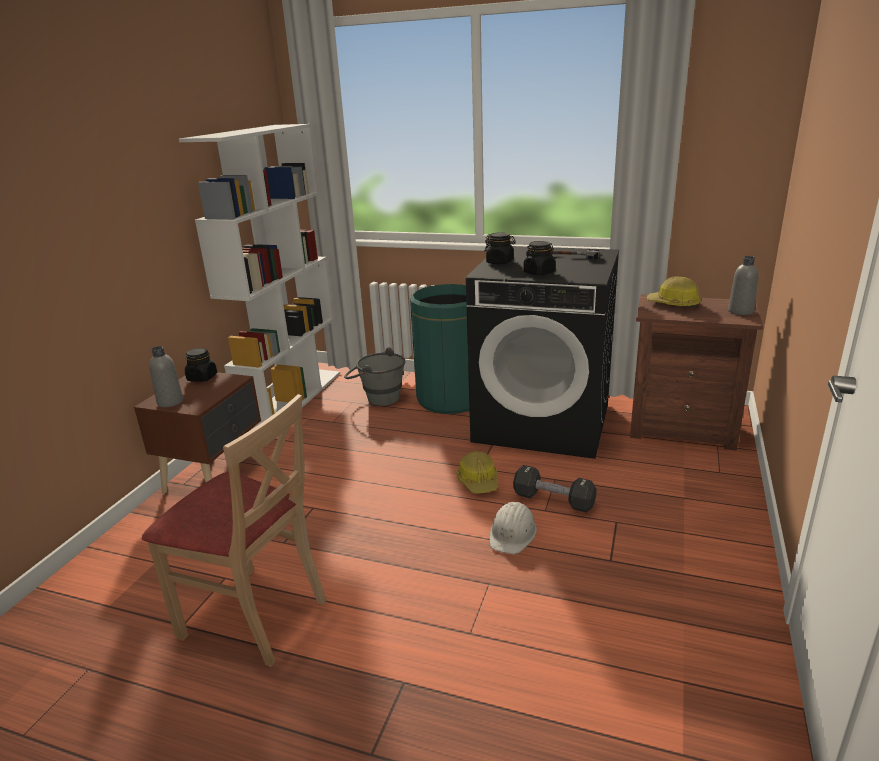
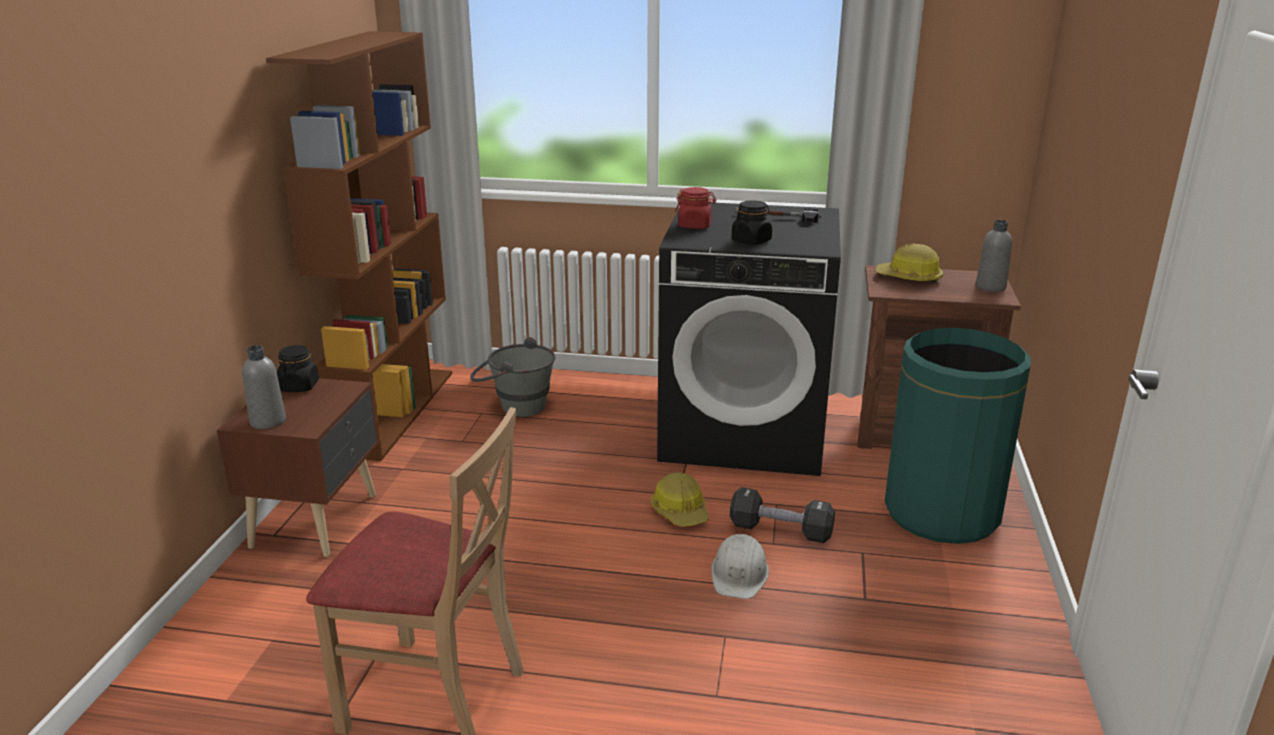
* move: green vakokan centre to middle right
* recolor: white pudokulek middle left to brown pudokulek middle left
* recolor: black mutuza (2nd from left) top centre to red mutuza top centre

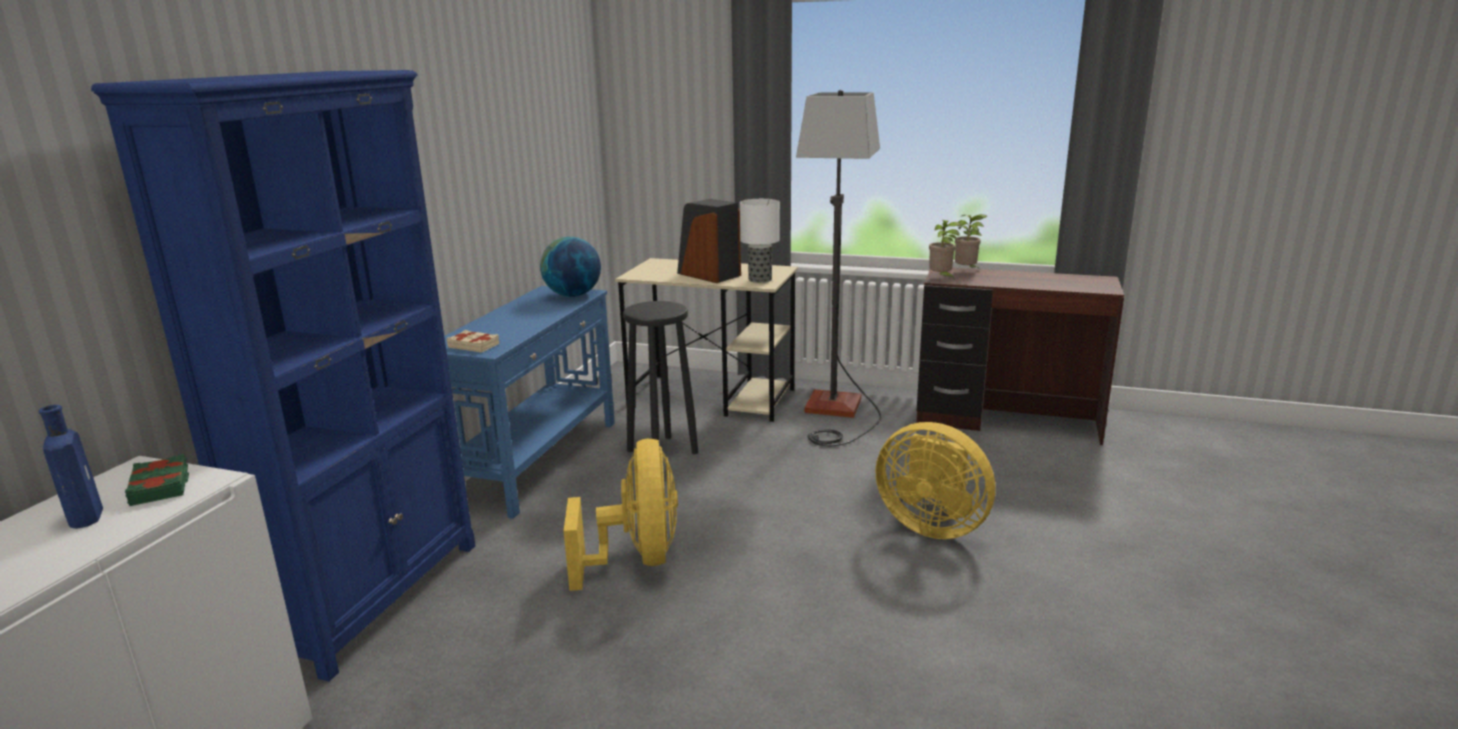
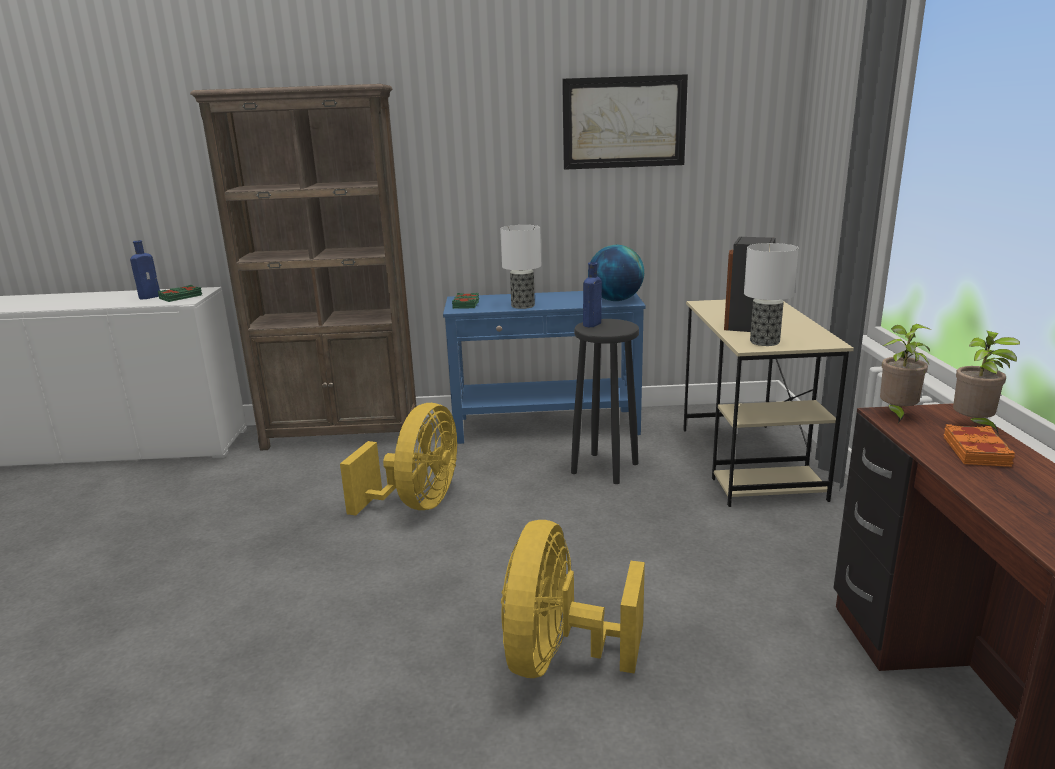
* delete: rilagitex centre
* insert: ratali (1st from left) centre
* insert: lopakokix top centre
* insert: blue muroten (2nd from left) centre
* insert: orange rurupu middle right
* recolor: blue pudokulek middle left to brown pudokulek middle left
* recolor: beige rurupu middle left to green rurupu (2nd from left) centre
* rotate: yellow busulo (1st from left) bottom centre = centre 45 degrees counterclockwise

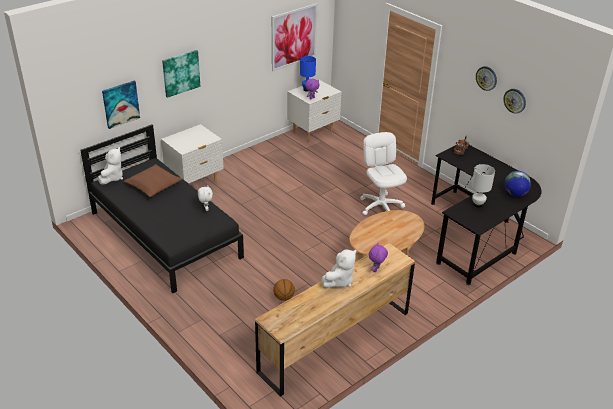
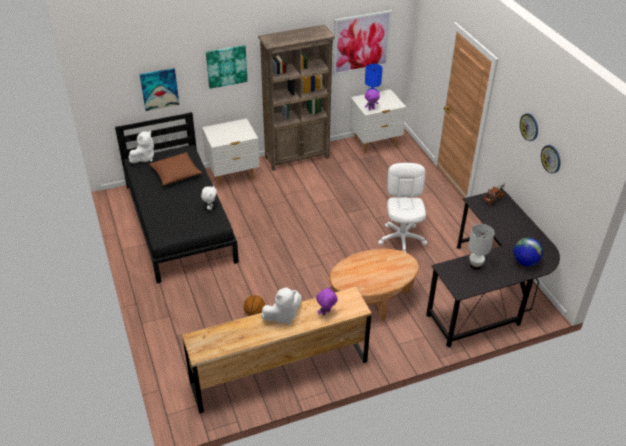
* insert: brown pudokulek top centre

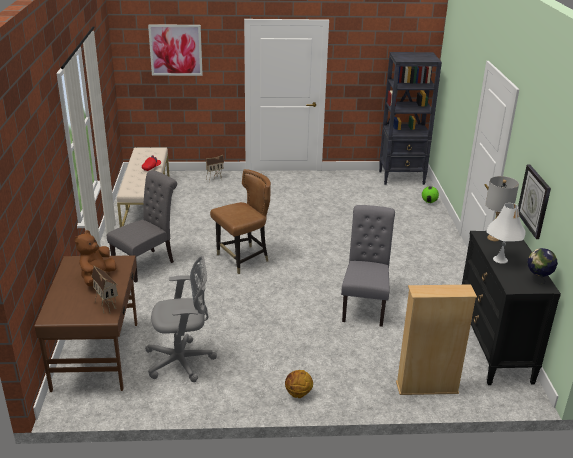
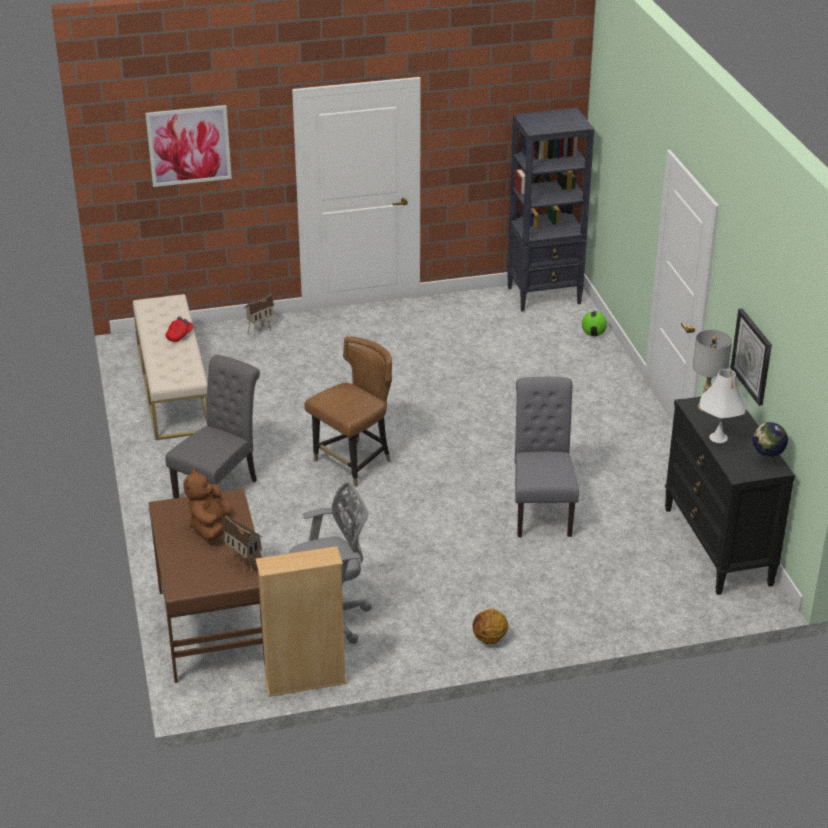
* move: beige pudokulek bottom right to bottom centre

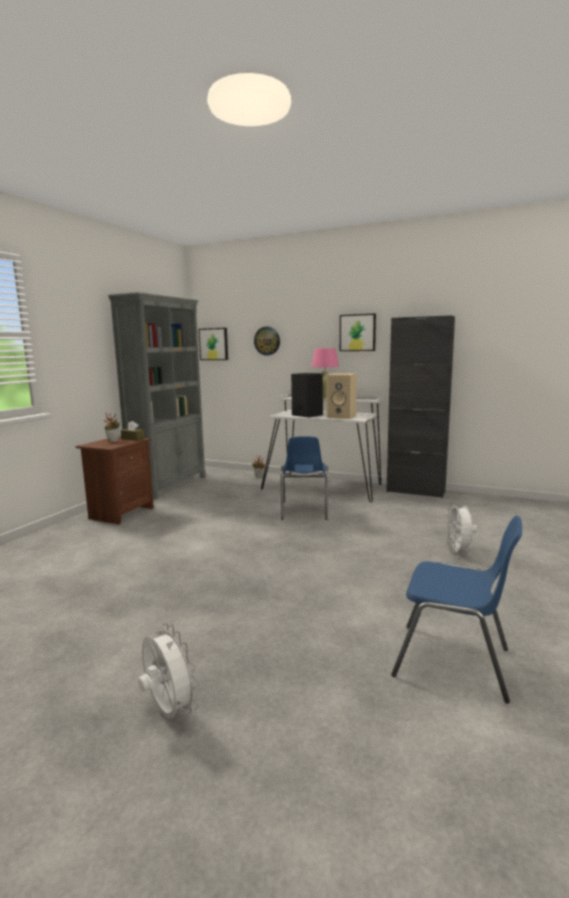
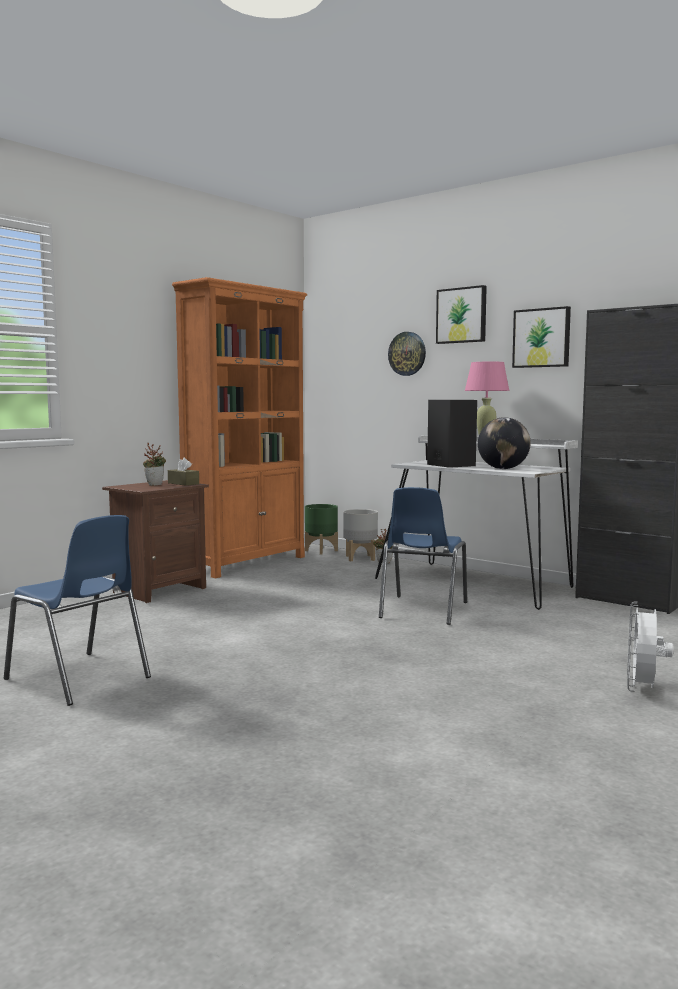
* delete: white busulo (1st from left) bottom left
* insert: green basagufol centre
* insert: grey basagufol centre
* move: lopakokix (1st from left) centre to top right
* move: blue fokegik (2nd from left in the first image) bottom right to blue fokegik (1st from left) middle left
* replace: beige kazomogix centre to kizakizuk middle right
* recolor: grey pudokulek middle left to orange pudokulek centre

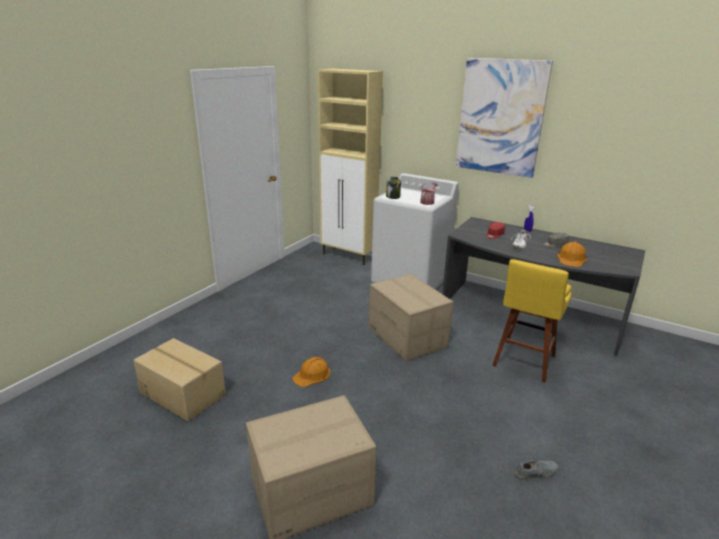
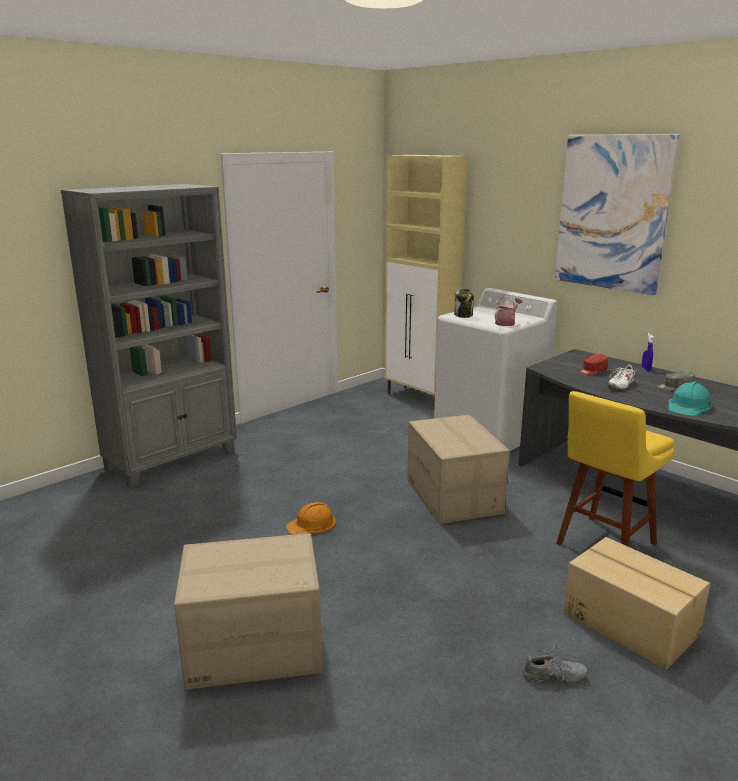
* insert: grey pudokulek middle left
* move: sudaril (1st from left in the first image) bottom left to sudaril (3rd from left) bottom right
* recolor: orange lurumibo (2nd from left) middle right to turquoise lurumibo middle right

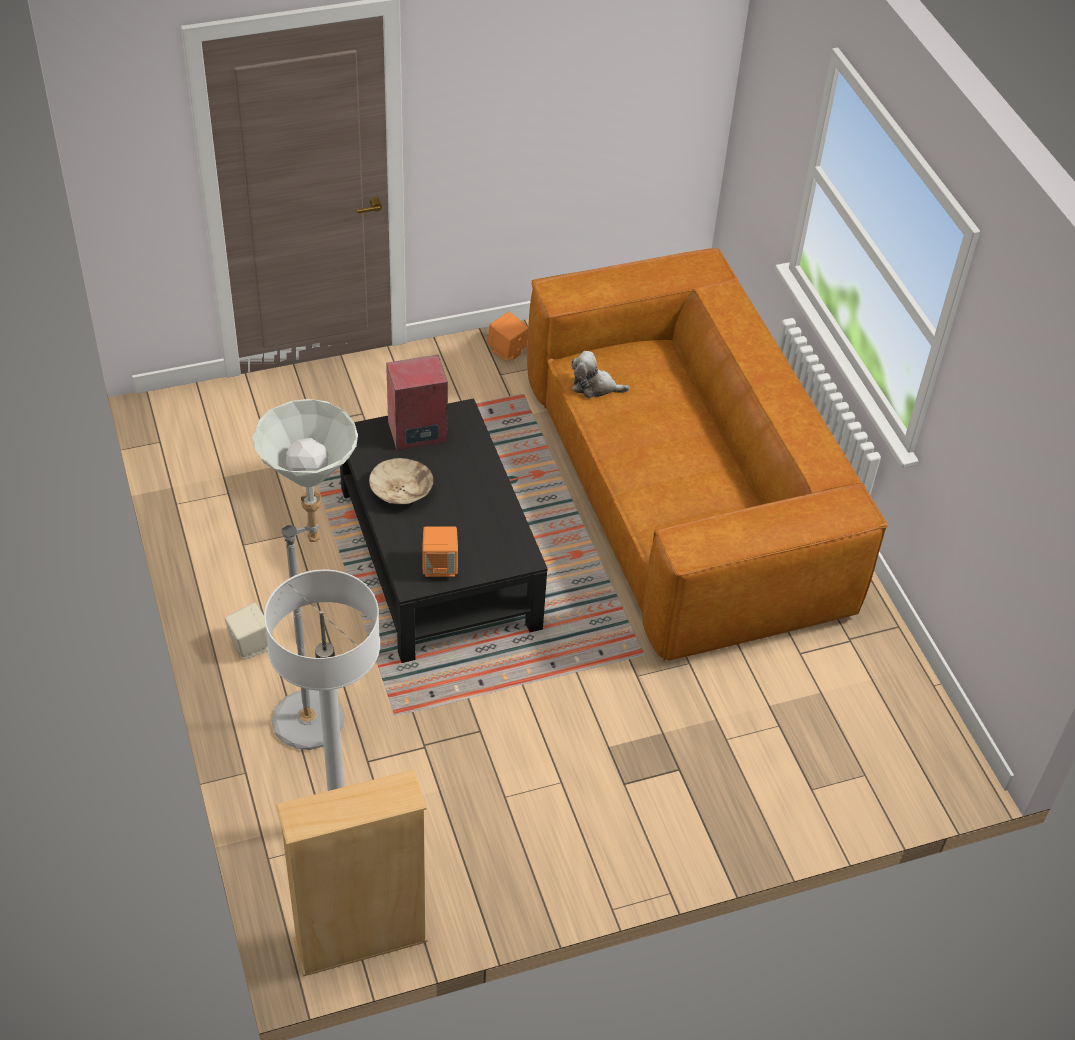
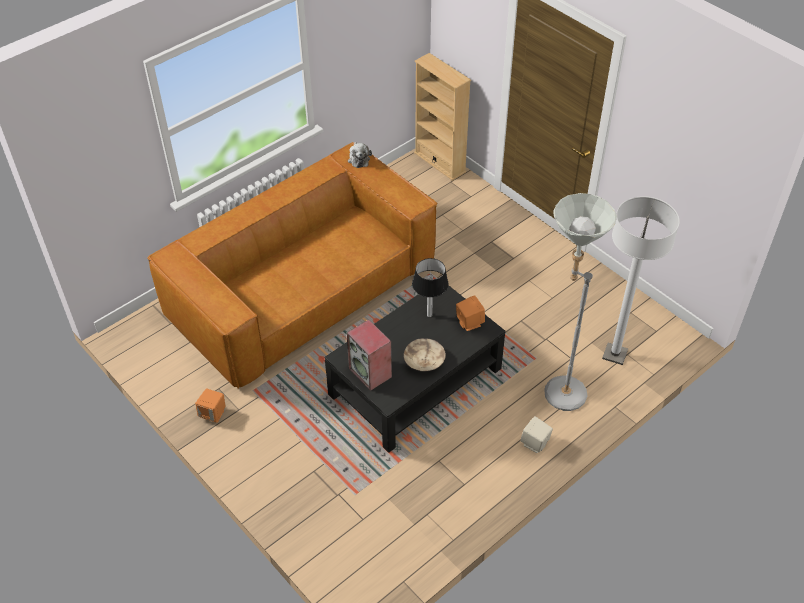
* insert: ratali centre
* move: beige pudokulek bottom left to top centre
* move: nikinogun centre to top centre

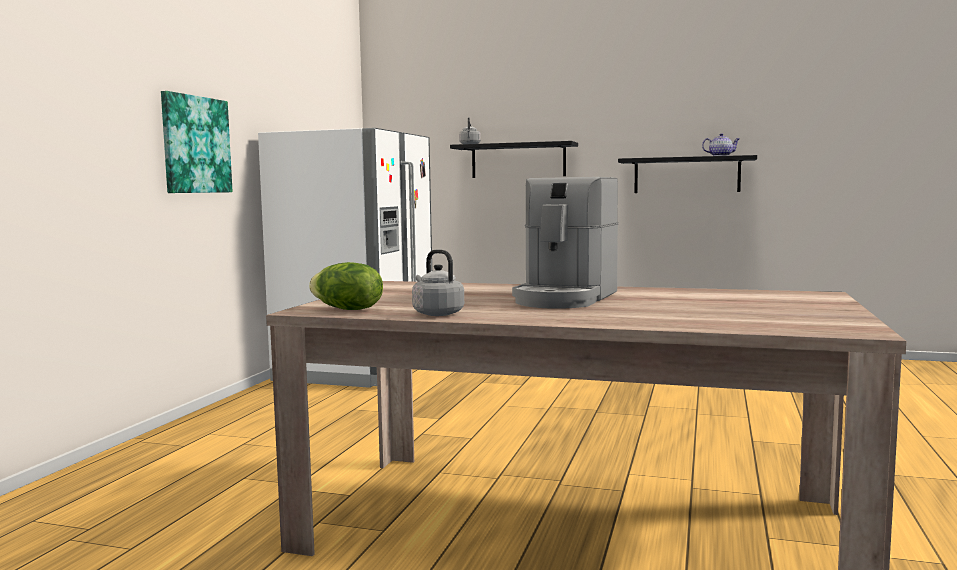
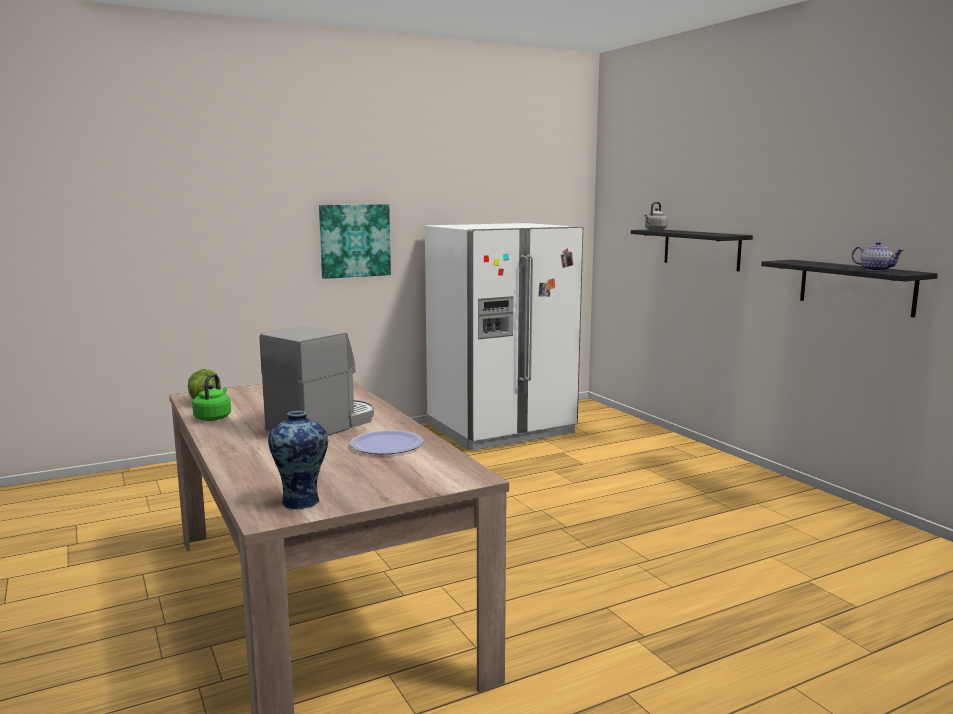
* insert: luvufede middle left
* insert: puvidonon centre
* recolor: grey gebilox (1st from left) centre to green gebilox middle left
* rotate: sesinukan centre = middle left 150 degrees clockwise

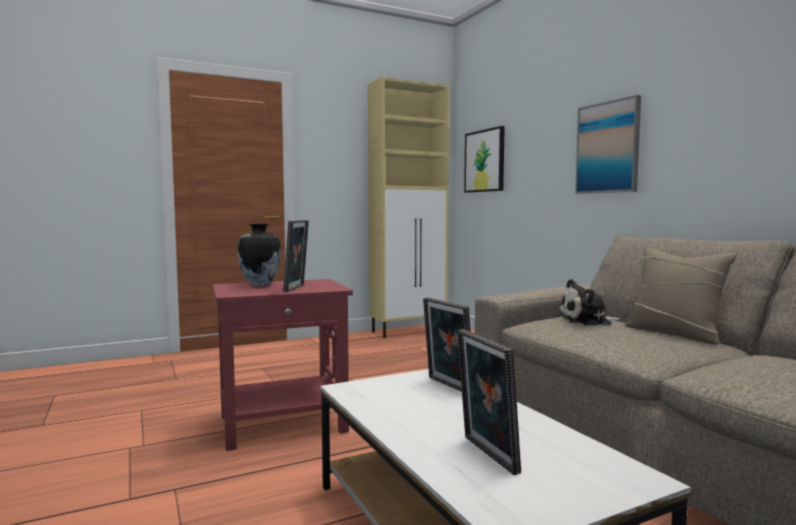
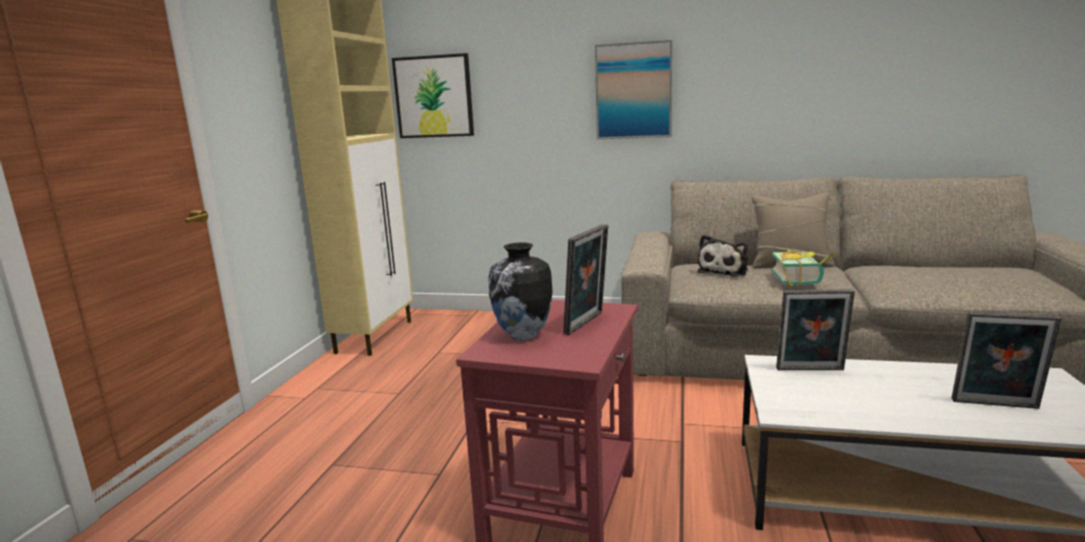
* insert: rurupu middle right
* rotate: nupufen (1st from left) centre = centre 75 degrees clockwise

